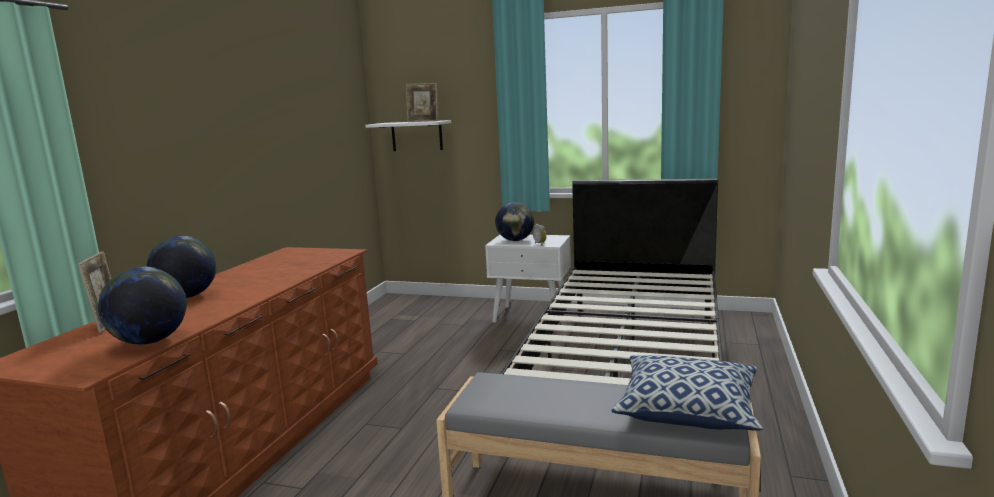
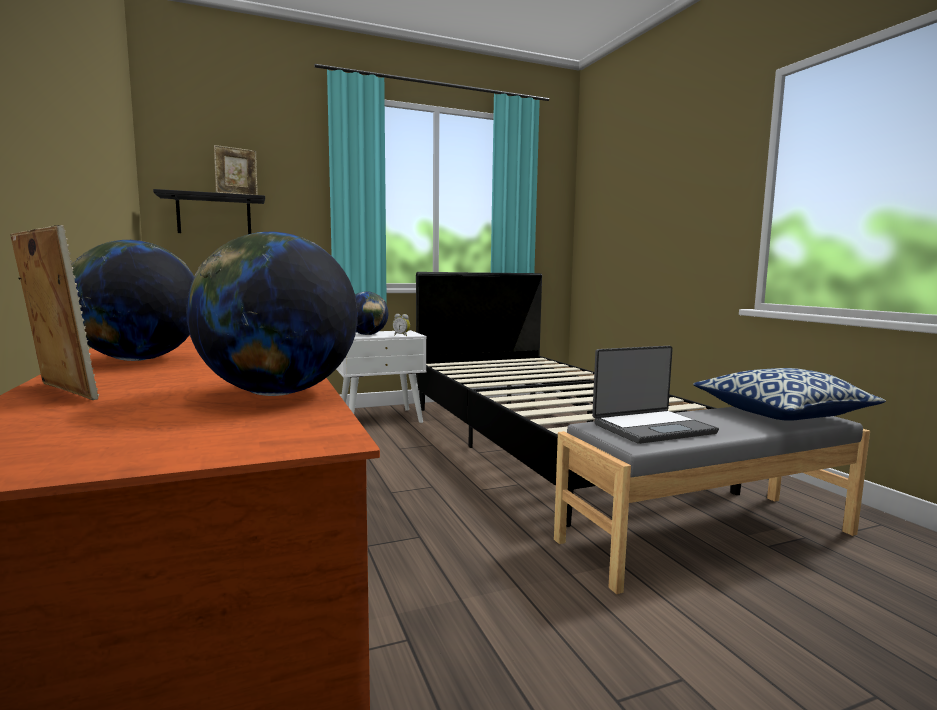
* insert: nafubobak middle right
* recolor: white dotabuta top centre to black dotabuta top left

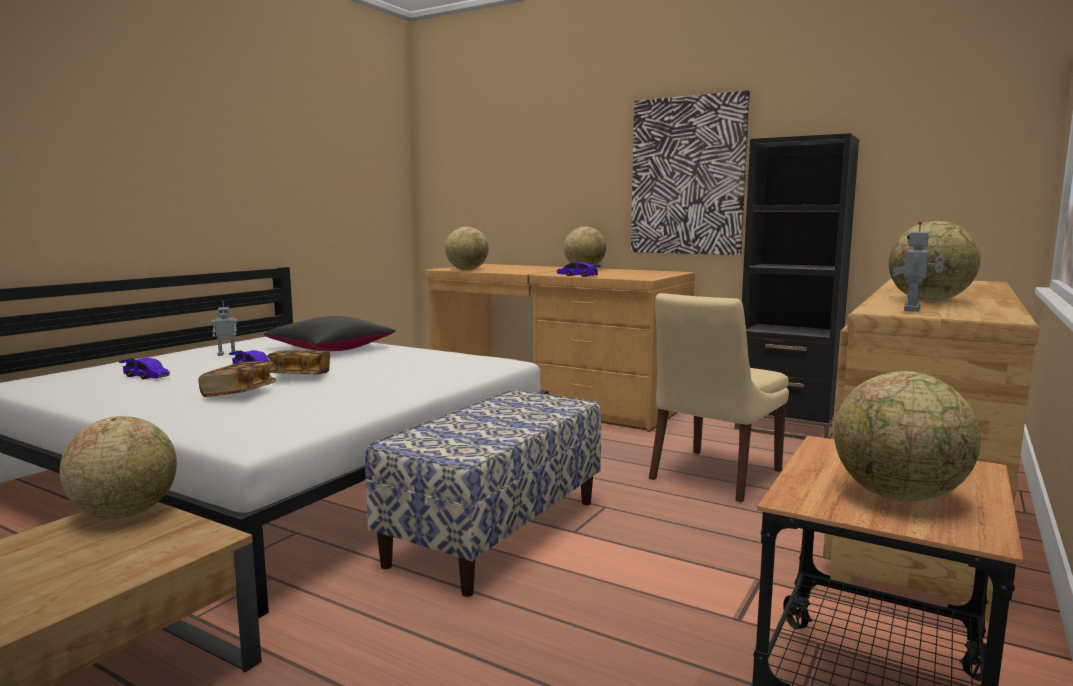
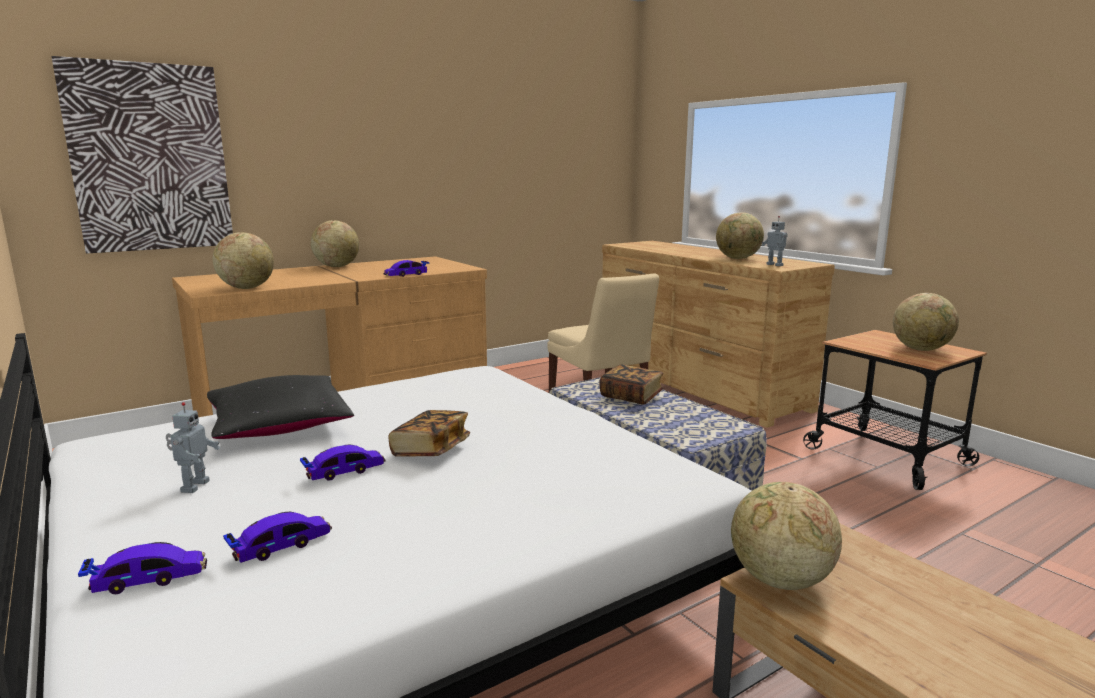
* delete: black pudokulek middle right
* insert: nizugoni (1st from left) bottom left
* move: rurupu (1st from left in the first image) middle left to rurupu (2nd from left) centre
* move: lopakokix top centre to top left

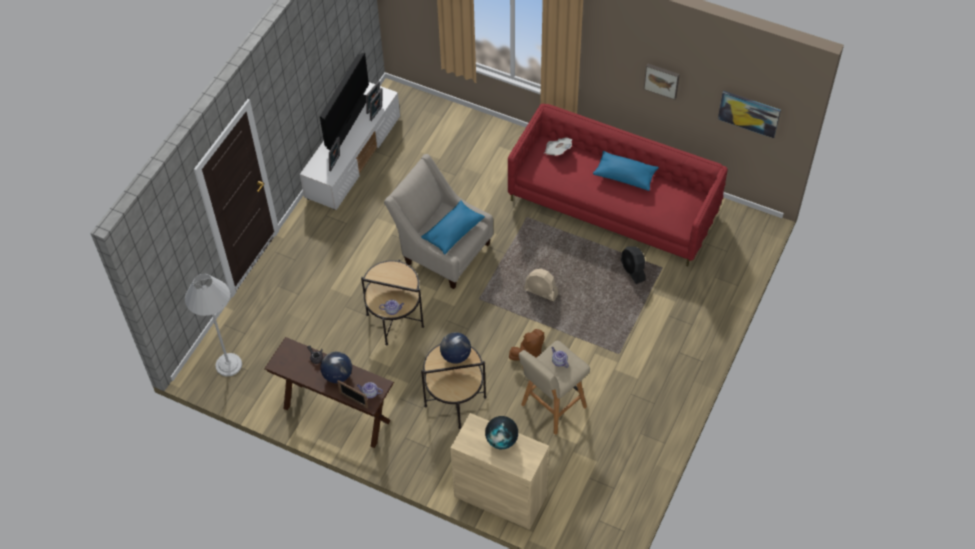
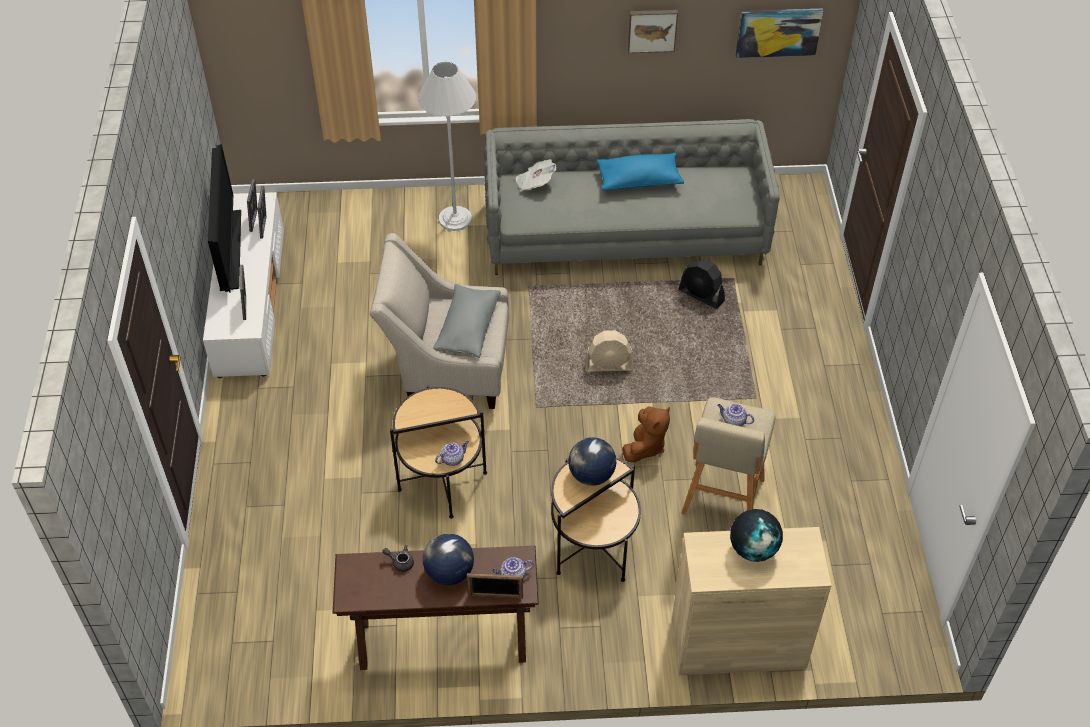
* move: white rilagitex middle left to top centre
* recolor: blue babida (1st from left) centre to grey babida centre
* recolor: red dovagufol centre to grey dovagufol top centre

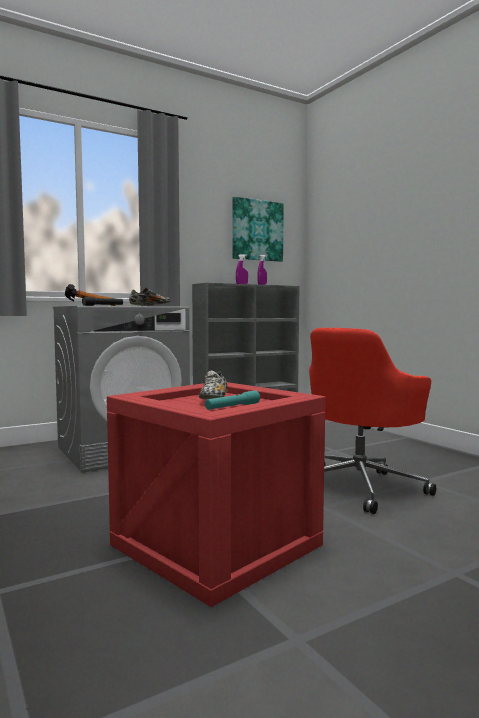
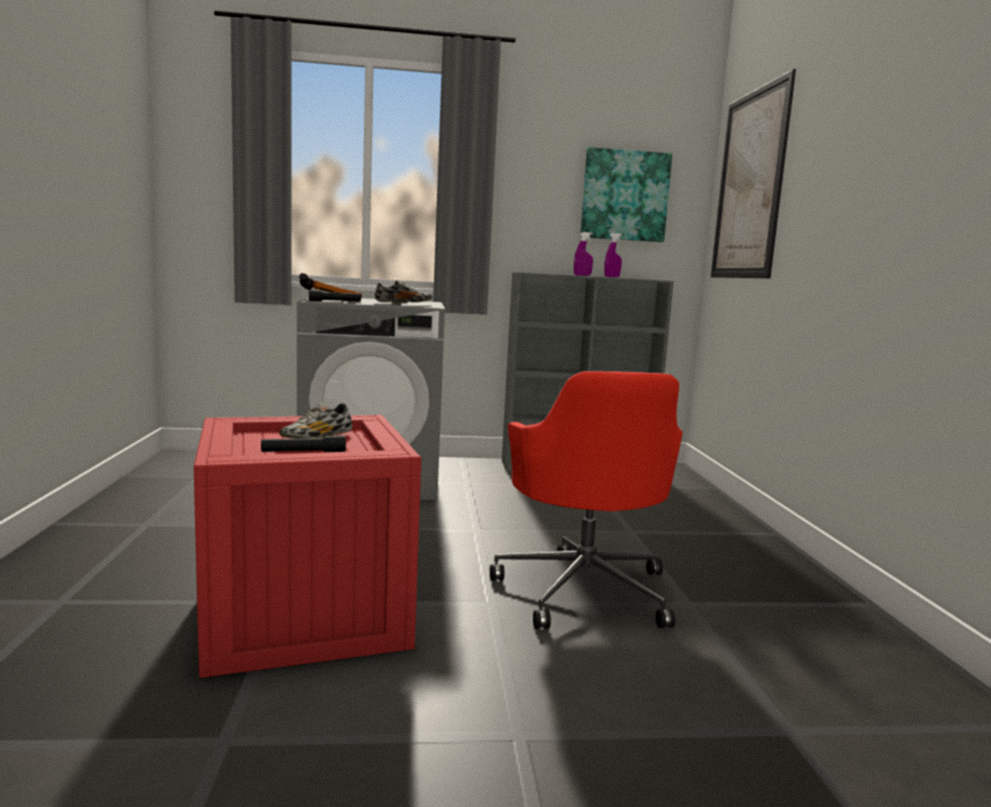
* insert: lopakokix (2nd from left) top right
* recolor: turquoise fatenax centre to black fatenax (1st from left) middle left
* rotate: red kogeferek middle right = centre 75 degrees counterclockwise

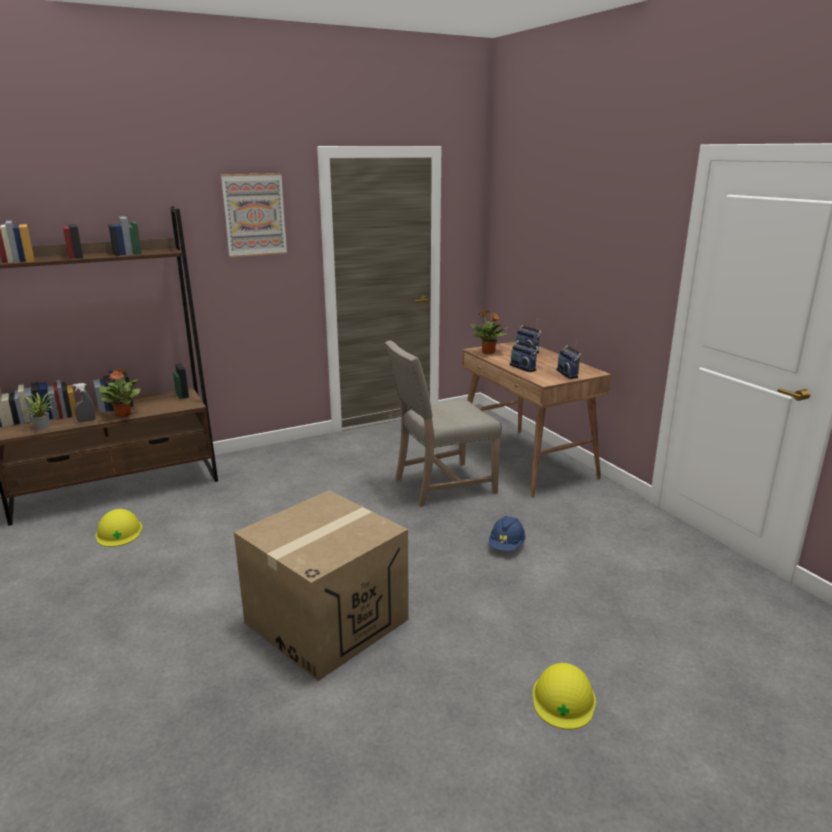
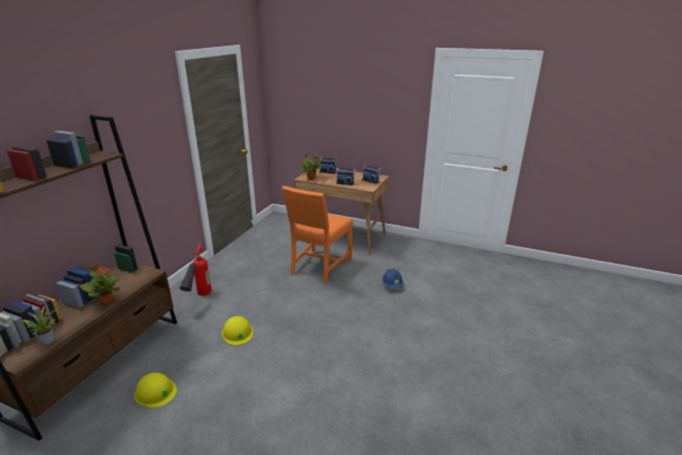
* delete: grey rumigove middle left
* delete: lopakokix top left
* delete: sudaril bottom centre
* insert: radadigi middle left
* move: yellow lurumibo (2nd from left) bottom right to bottom centre
* recolor: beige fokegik centre to orange fokegik centre

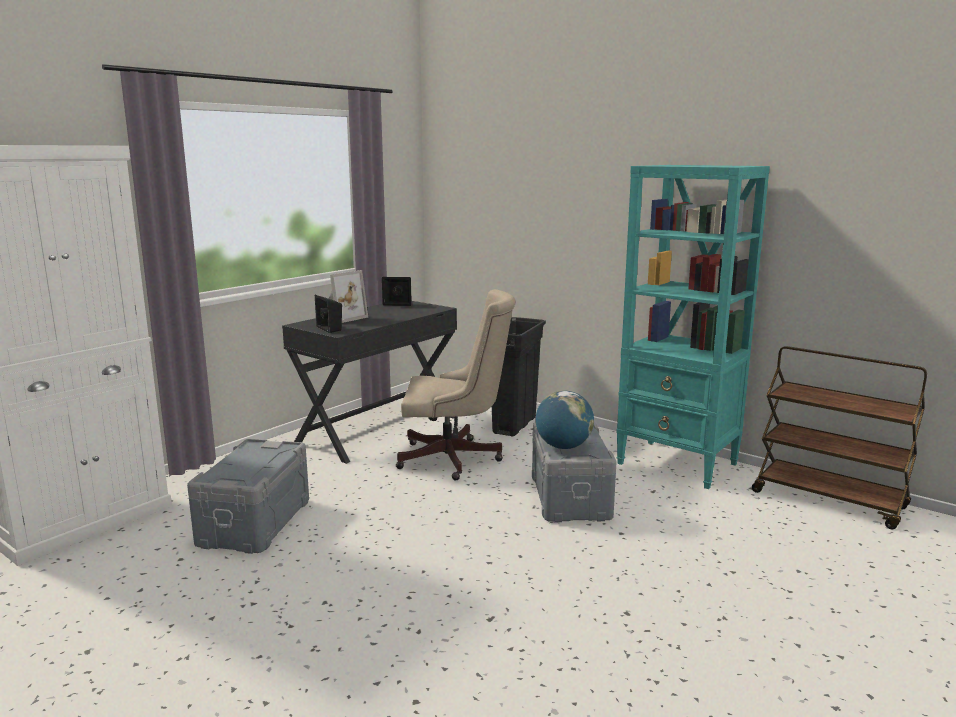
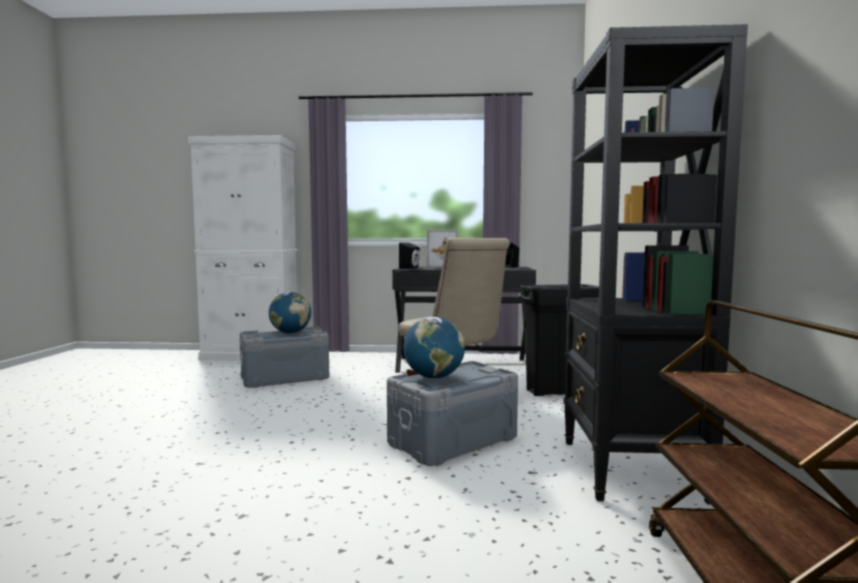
* insert: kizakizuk (1st from left) centre
* recolor: turquoise pudokulek middle right to black pudokulek middle right

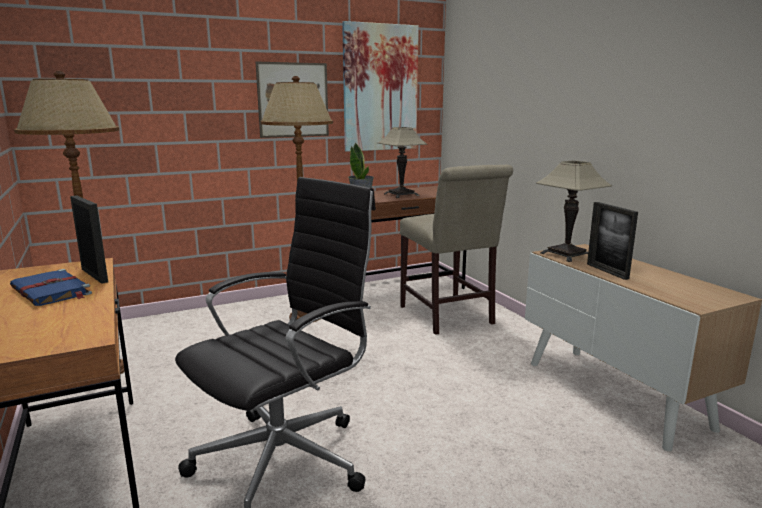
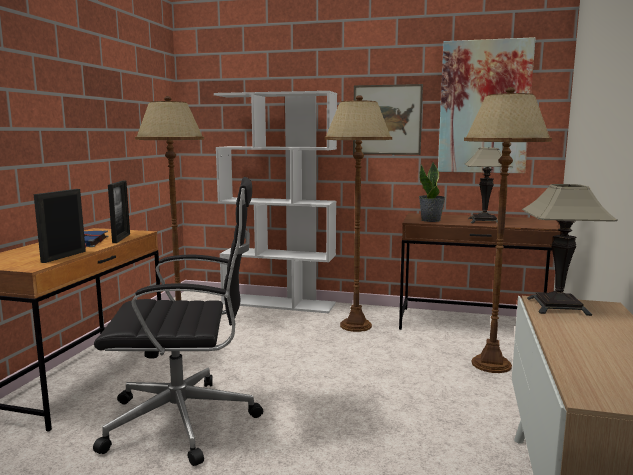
* insert: white pudokulek centre
* move: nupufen (2nd from left in the first image) middle right to nupufen (1st from left) middle left
* replace: beige fokegik centre to brown rilagitex (3rd from left) middle right

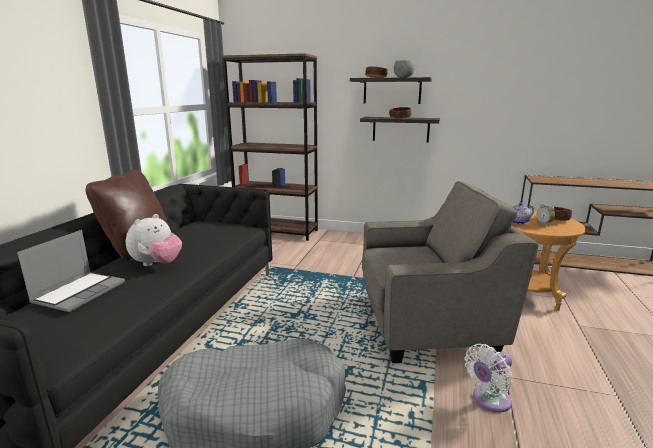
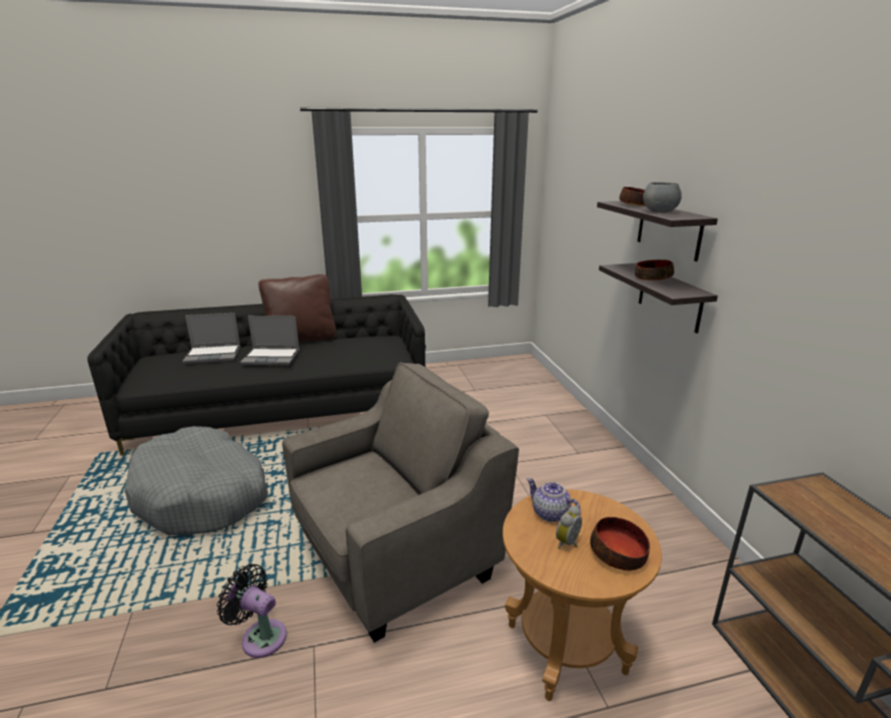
* delete: brown pudokulek top centre
* replace: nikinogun middle left to nafubobak (2nd from left) middle left
* recolor: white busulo bottom right to black busulo bottom left
* rotate: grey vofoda middle right = bottom centre 90 degrees counterclockwise

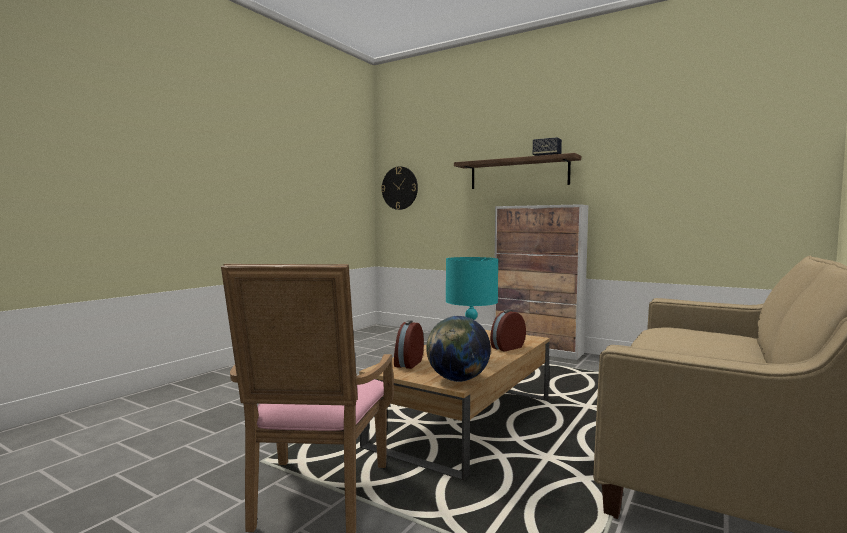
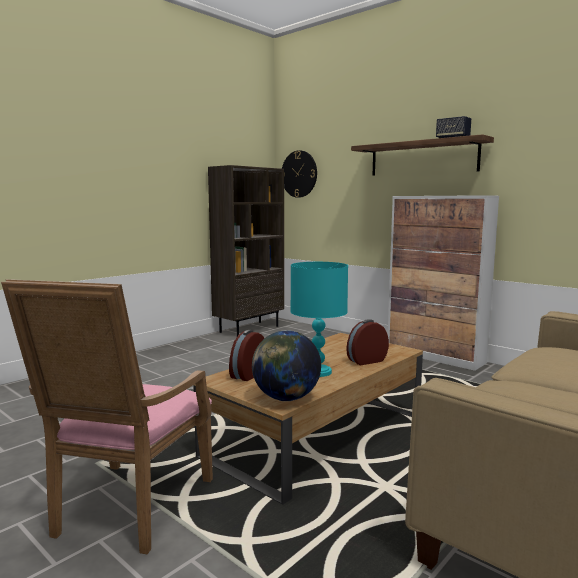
* insert: brown pudokulek centre

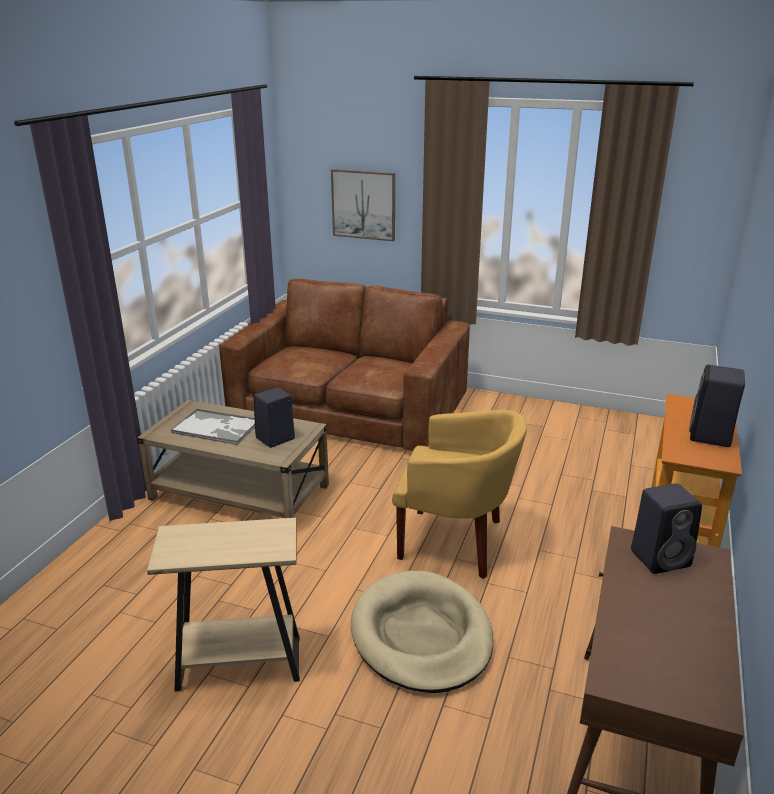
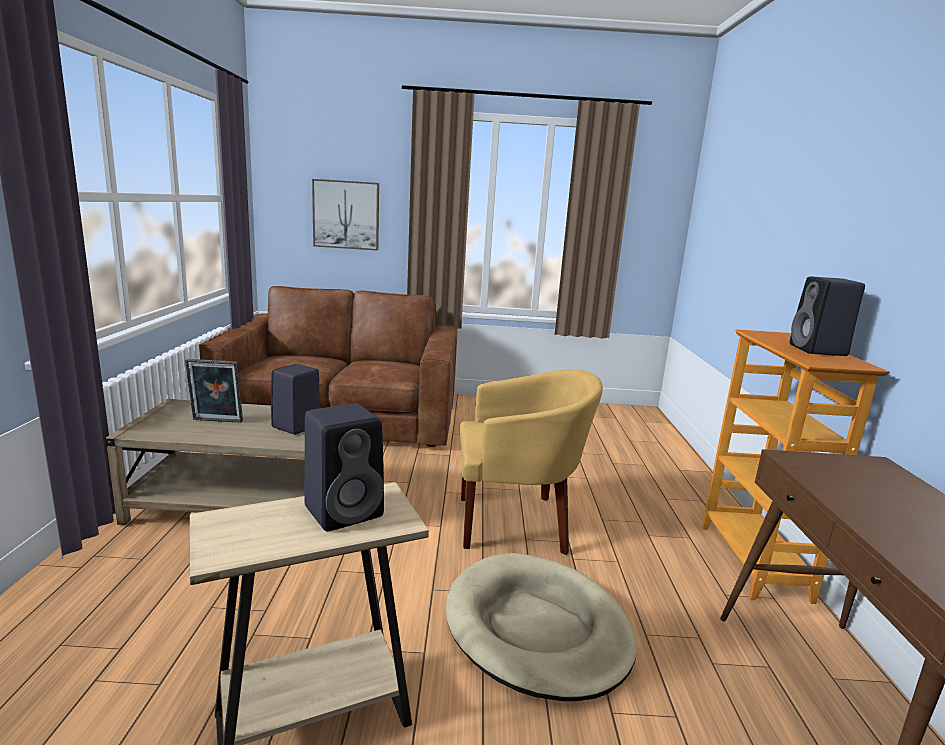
* move: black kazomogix (2nd from left) middle right to centre
* replace: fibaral middle left to nupufen middle left

